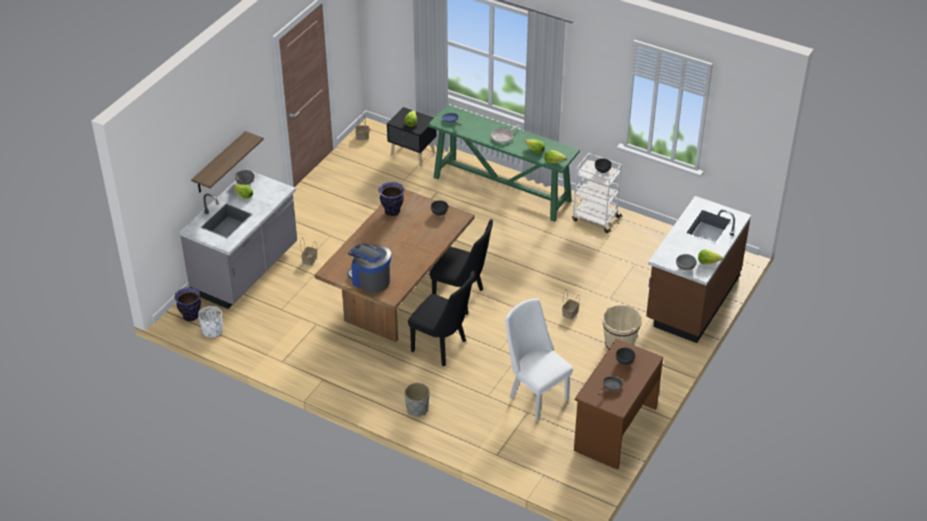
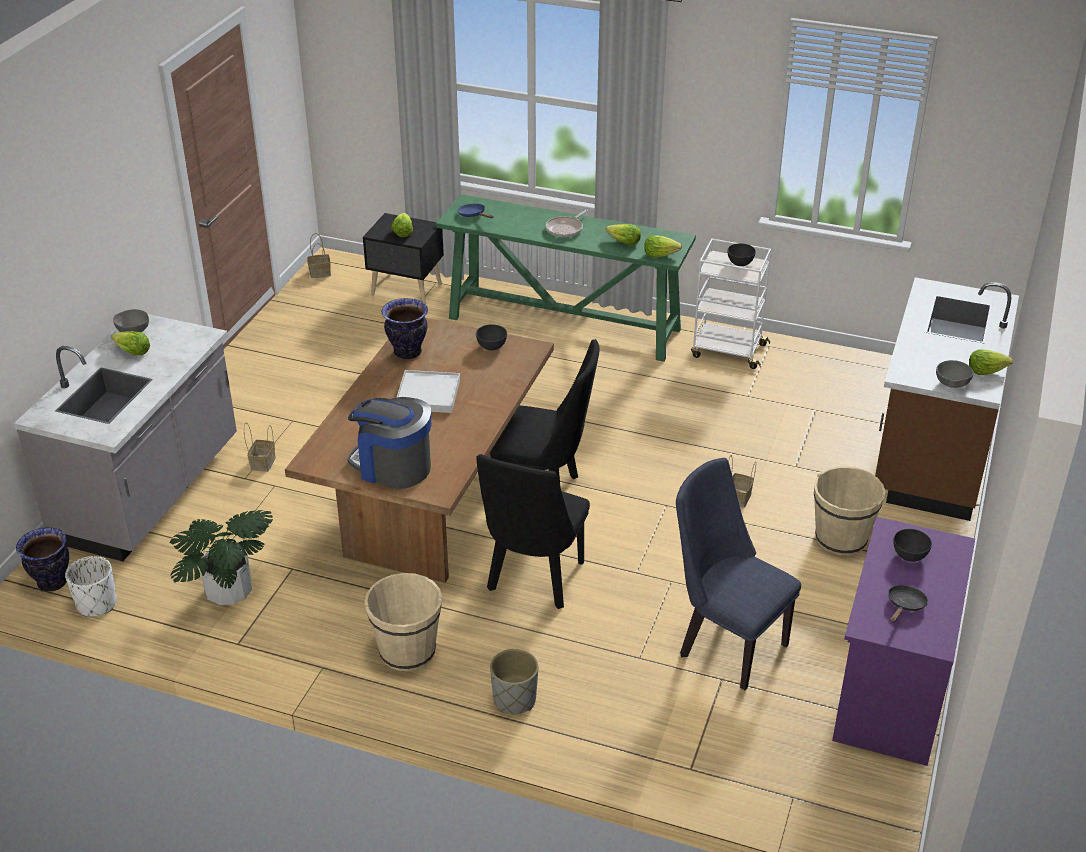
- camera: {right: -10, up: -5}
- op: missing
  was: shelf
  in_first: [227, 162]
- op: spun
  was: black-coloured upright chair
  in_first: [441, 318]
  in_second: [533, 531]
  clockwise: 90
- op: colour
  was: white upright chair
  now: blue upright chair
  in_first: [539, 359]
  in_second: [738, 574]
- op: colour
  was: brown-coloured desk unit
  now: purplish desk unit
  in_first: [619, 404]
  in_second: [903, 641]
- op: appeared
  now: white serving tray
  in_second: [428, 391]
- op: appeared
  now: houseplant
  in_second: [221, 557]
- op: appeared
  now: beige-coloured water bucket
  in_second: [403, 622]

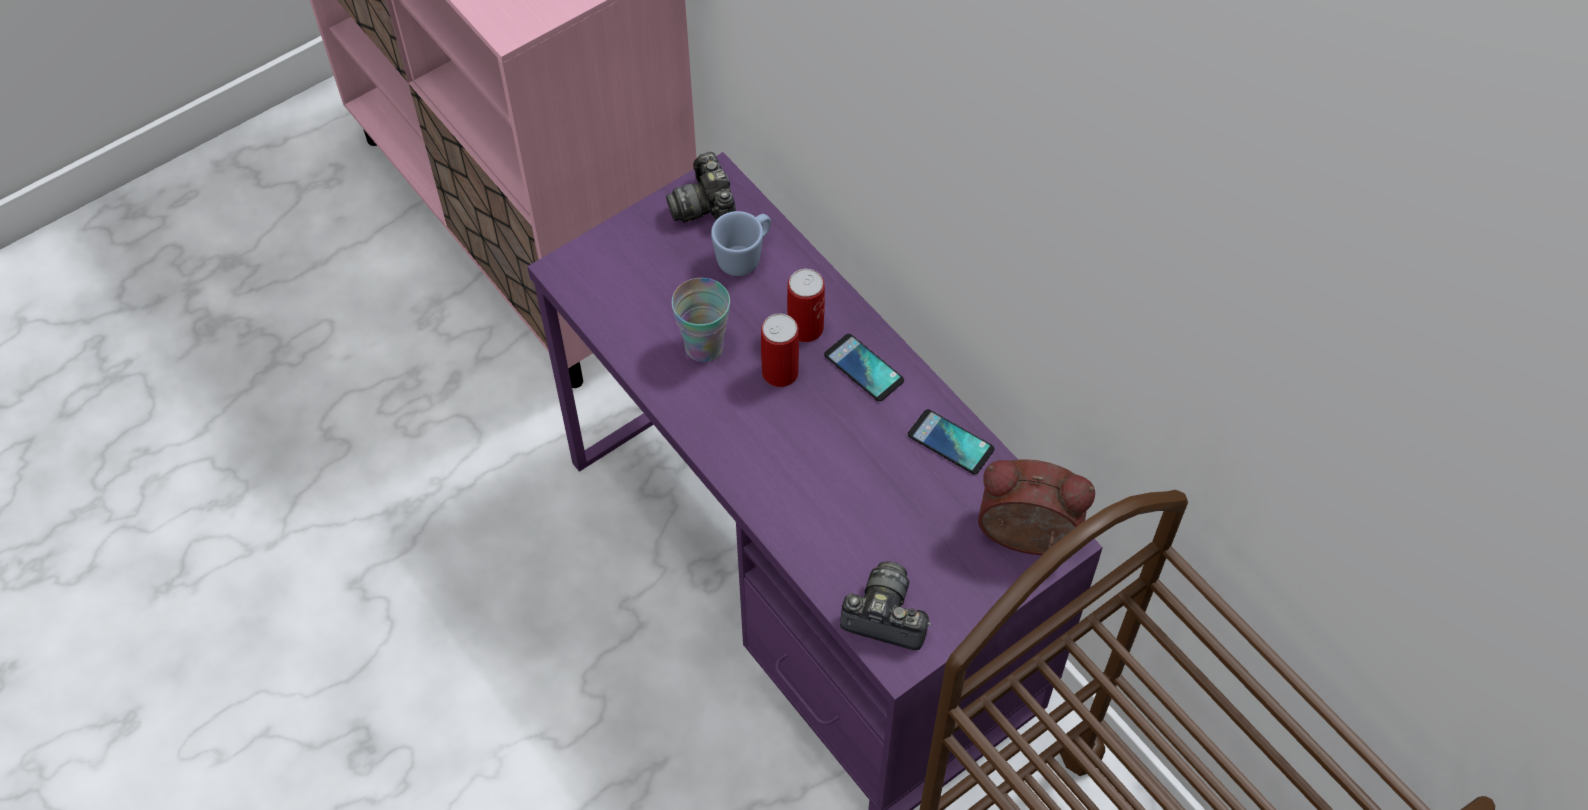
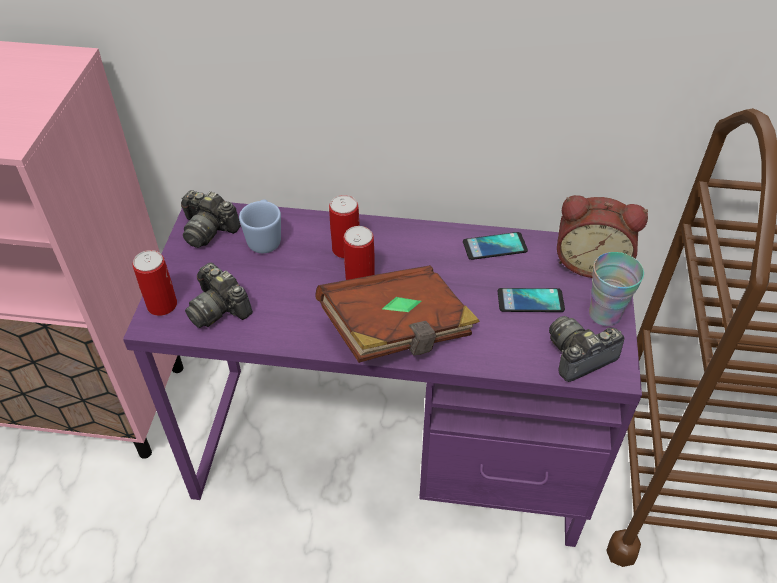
- camera: {right: -45, up: -10}
- op: relocated
  was: drinking cup
  in_first: [701, 320]
  in_second: [616, 289]
- op: relocated
  was: phone
  in_first: [864, 367]
  in_second: [531, 300]
- op: spun
  was: bedside clock
  in_first: [1036, 507]
  in_second: [602, 236]
  clockwise: -135
- op: appeared
  now: can
  in_second: [155, 283]
- op: appeared
  now: still camera
  in_second: [219, 295]
- op: appeared
  now: brown-coloured bound book
  in_second: [397, 314]

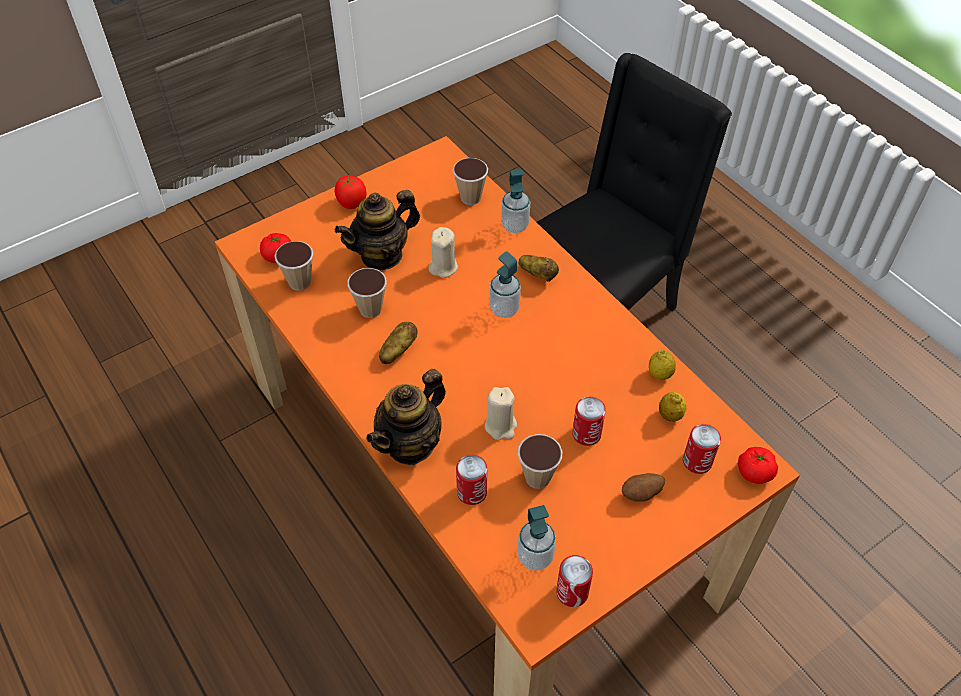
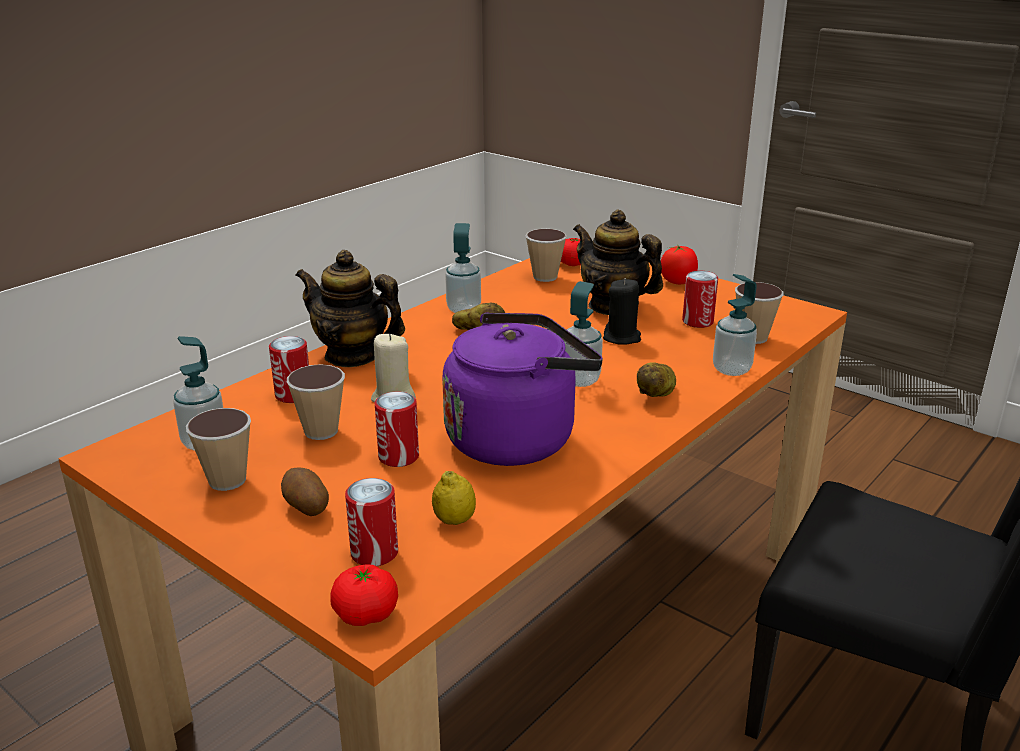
- camera: {right: 75, up: -25}
- op: colour
  was: beige-coloured wax light
  now: black-coloured wax light
  in_first: [443, 252]
  in_second: [622, 311]
- op: relocated
  was: drinking cup
  in_first: [366, 293]
  in_second: [218, 449]
- op: missing
  was: lemon
  in_first: [662, 364]
- op: relocated
  was: can
  in_first: [574, 581]
  in_second: [700, 299]
- op: appeared
  now: liquid soap bottle
  in_second: [463, 268]
- op: appeared
  now: purplish kettle
  in_second: [522, 389]

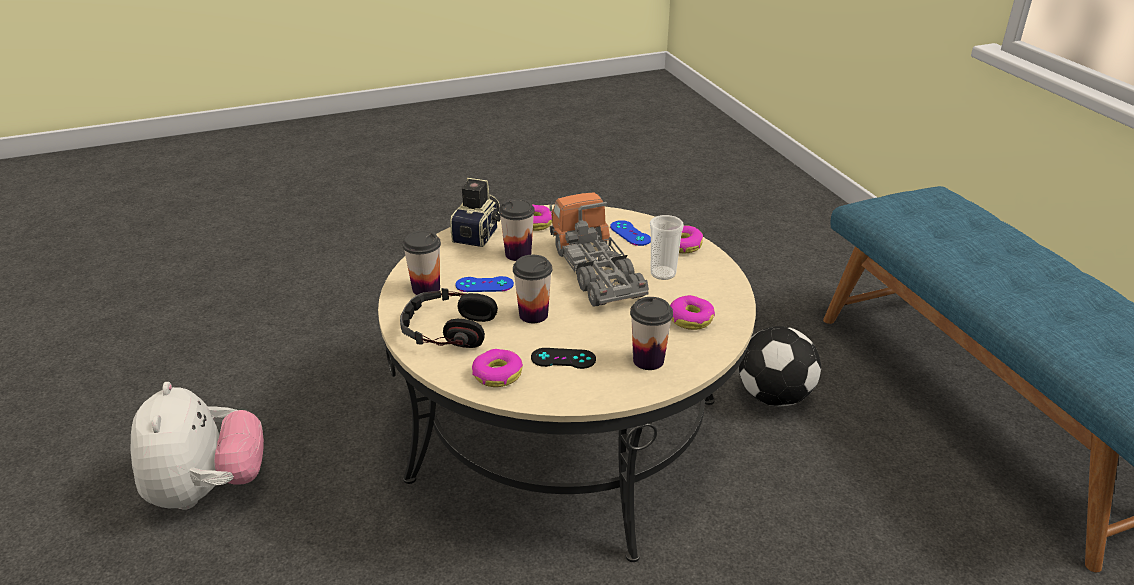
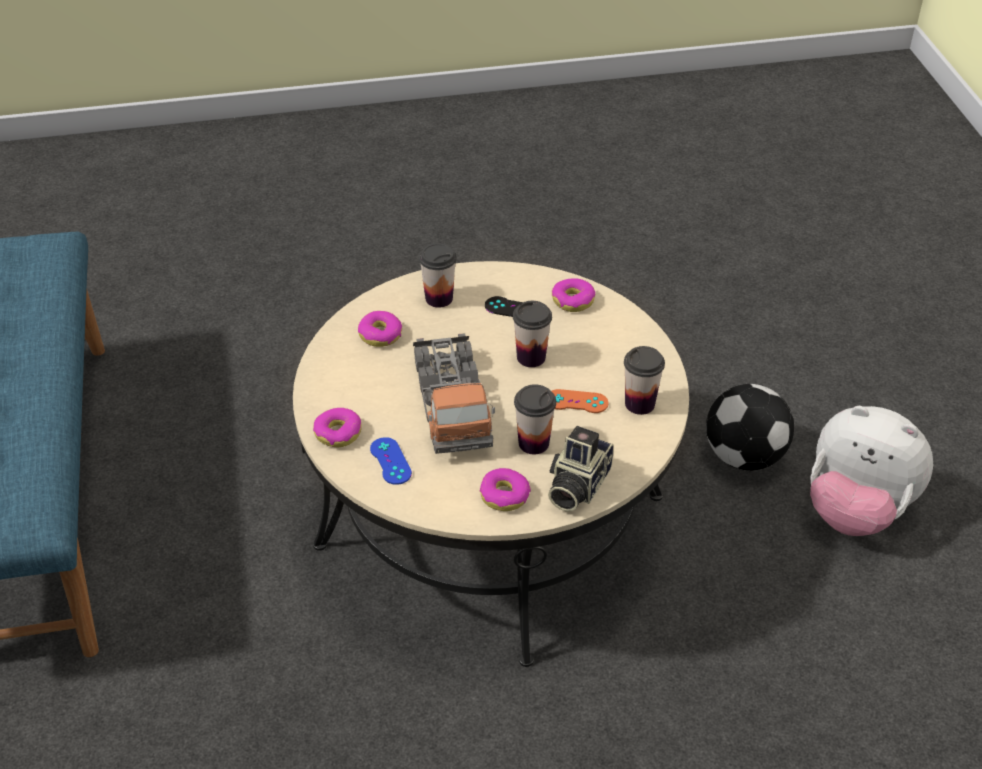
- camera: {right: -170, up: 10}
- op: missing
  was: drinking cup
  in_first: [667, 247]
- op: colour
  was: blue joypad
  now: orangey joypad
  in_first: [484, 284]
  in_second: [580, 401]
- op: missing
  was: pair of headphones
  in_first: [449, 318]
- op: relocated
  was: ball for football
  in_first: [780, 366]
  in_second: [750, 427]
- op: spun
  was: soft toy
  in_first: [197, 446]
  in_second: [871, 471]
  clockwise: -60

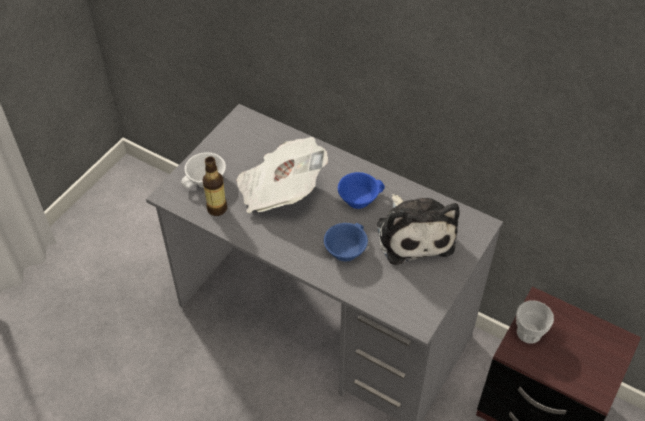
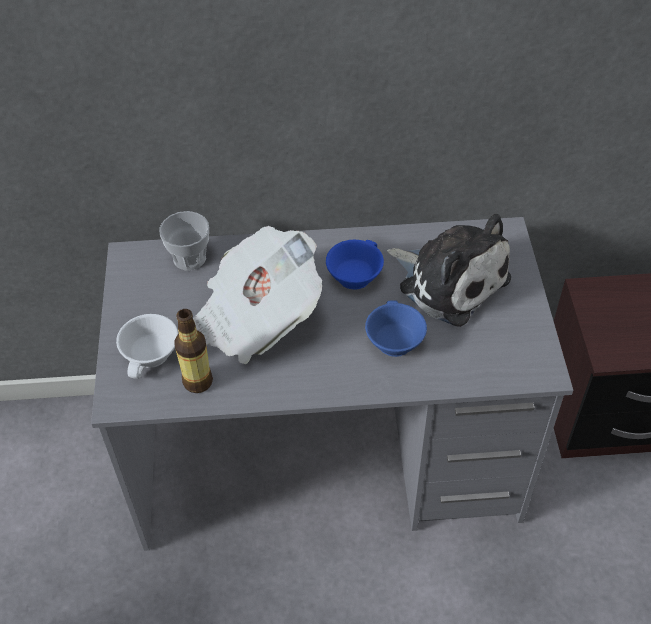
- camera: {right: -35, up: 0}
- op: relocated
  was: drinking cup
  in_first: [535, 322]
  in_second: [184, 241]

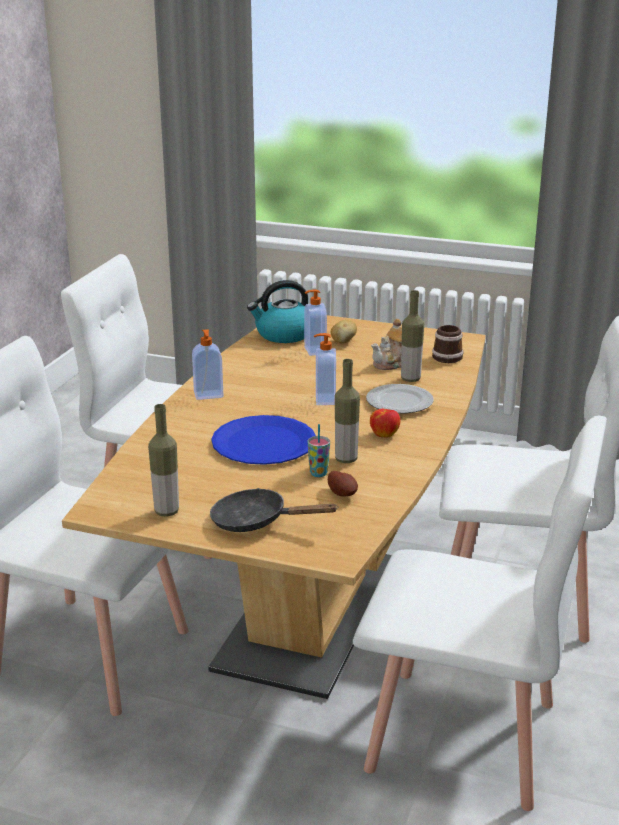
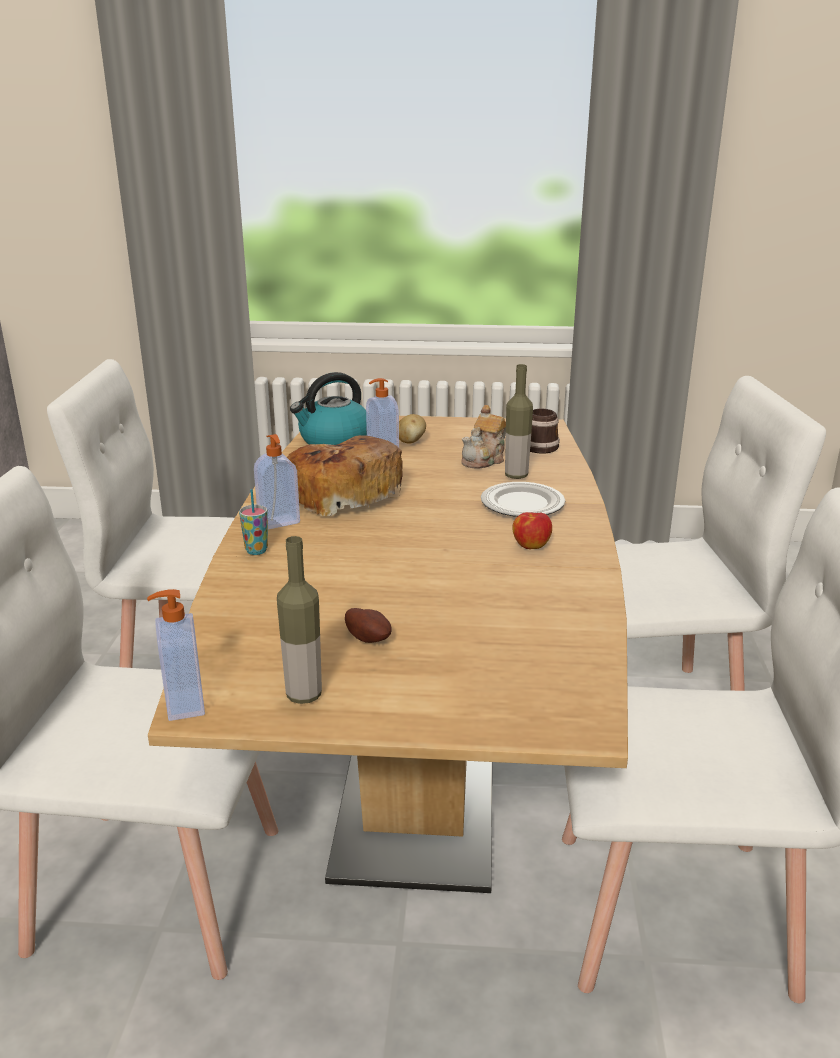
- camera: {right: -15, up: 0}
- op: relocated
  was: liquid soap bottle
  in_first: [325, 369]
  in_second: [176, 655]
- op: missing
  was: bottle
  in_first: [347, 411]
- op: missing
  was: blue flat dish
  in_first: [263, 440]
- op: relocated
  was: drinking cup
  in_first: [319, 450]
  in_second: [253, 522]
- op: relocated
  was: potato
  in_first: [343, 484]
  in_second: [368, 625]
- op: missing
  was: black-coloured skillet
  in_first: [274, 510]
- op: appeared
  now: baked bread
  in_second: [344, 475]

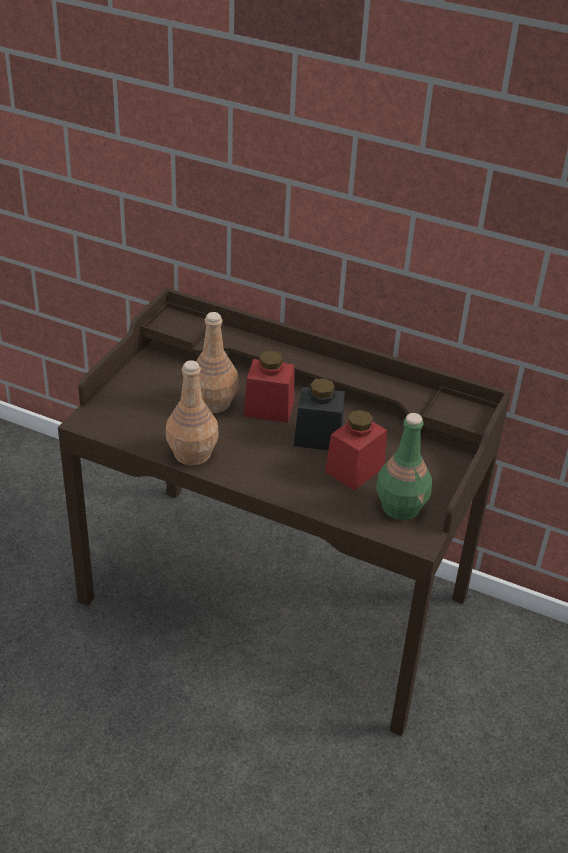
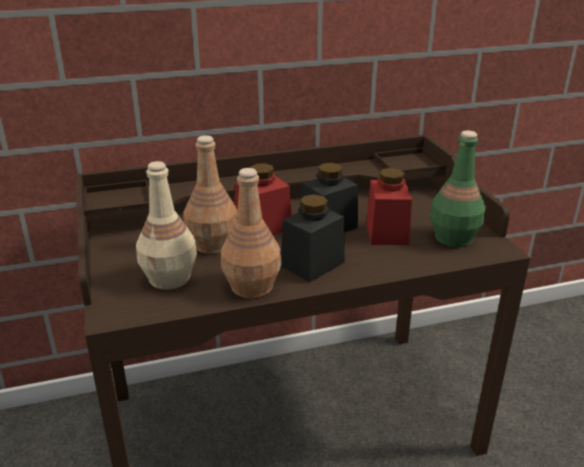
- camera: {right: -40, up: -10}
- op: appeared
  now: beige-coloured bottle
  in_second: [166, 225]
- op: appeared
  now: black-coloured preserve jar
  in_second: [313, 238]

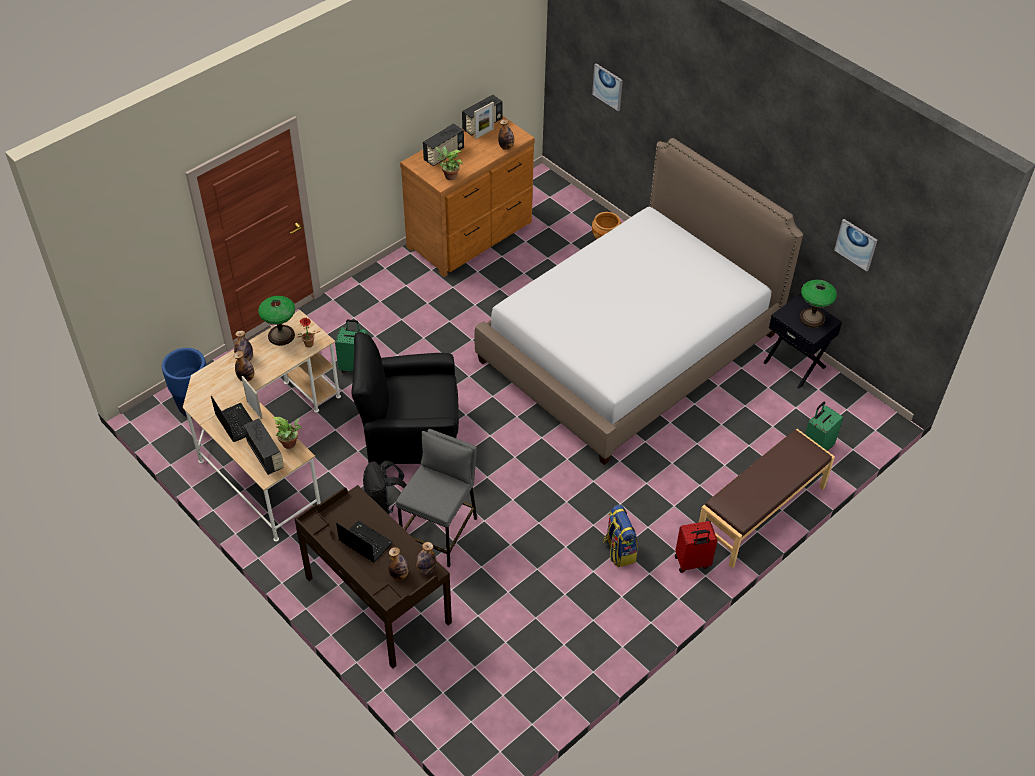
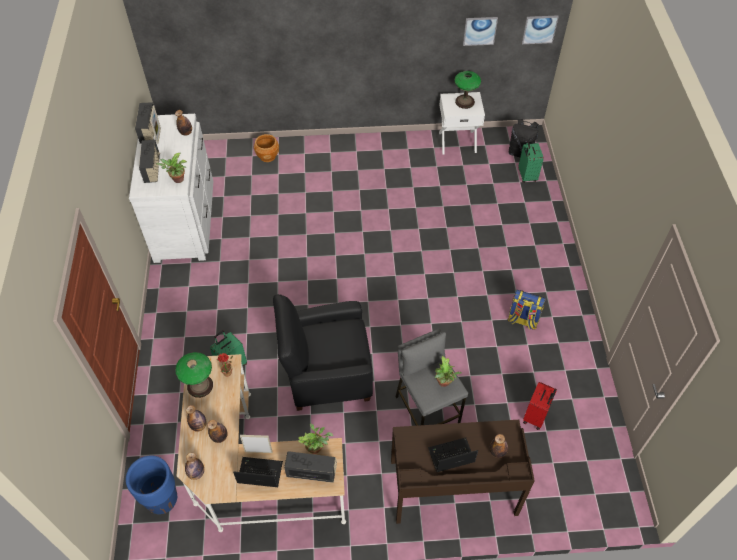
- camera: {right: -50, up: 5}
- op: relocated
  was: picture
  in_first: [607, 87]
  in_second: [540, 29]
- op: colour
  was: brown-coloured drawer chest
  now: white drawer chest
  in_first: [467, 196]
  in_second: [171, 188]
- op: missing
  was: bedroom bed
  in_first: [638, 301]
- op: colour
  was: black-coloured nightstand
  now: white nightstand
  in_first: [803, 341]
  in_second: [462, 123]
- op: spun
  was: black-coloured lounge chair
  in_first: [405, 398]
  in_second: [323, 352]
  clockwise: 45
- op: missing
  was: brown-coloured indoor bench
  in_first: [767, 498]
- op: relocated
  was: black-coloured knapsack
  in_first: [385, 487]
  in_second: [523, 138]
- op: relocated
  was: red-coloured suitcase
  in_first: [696, 547]
  in_second: [540, 406]
- op: relocated
  was: bottle
  in_first: [426, 558]
  in_second: [194, 466]
- op: appeared
  now: houseplant
  in_second: [448, 371]

